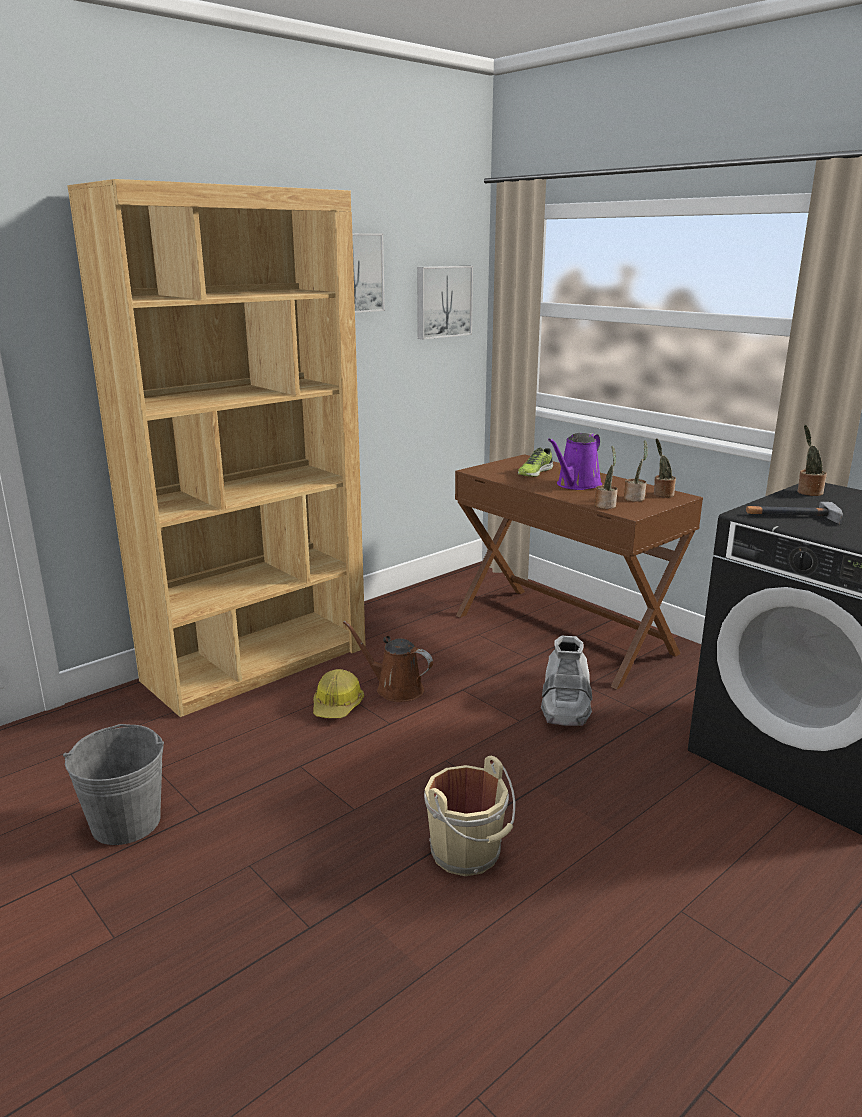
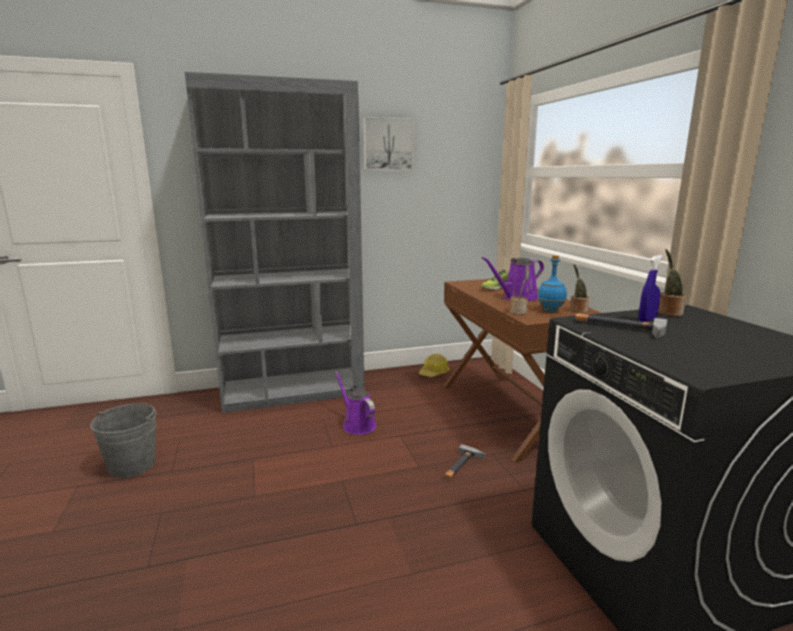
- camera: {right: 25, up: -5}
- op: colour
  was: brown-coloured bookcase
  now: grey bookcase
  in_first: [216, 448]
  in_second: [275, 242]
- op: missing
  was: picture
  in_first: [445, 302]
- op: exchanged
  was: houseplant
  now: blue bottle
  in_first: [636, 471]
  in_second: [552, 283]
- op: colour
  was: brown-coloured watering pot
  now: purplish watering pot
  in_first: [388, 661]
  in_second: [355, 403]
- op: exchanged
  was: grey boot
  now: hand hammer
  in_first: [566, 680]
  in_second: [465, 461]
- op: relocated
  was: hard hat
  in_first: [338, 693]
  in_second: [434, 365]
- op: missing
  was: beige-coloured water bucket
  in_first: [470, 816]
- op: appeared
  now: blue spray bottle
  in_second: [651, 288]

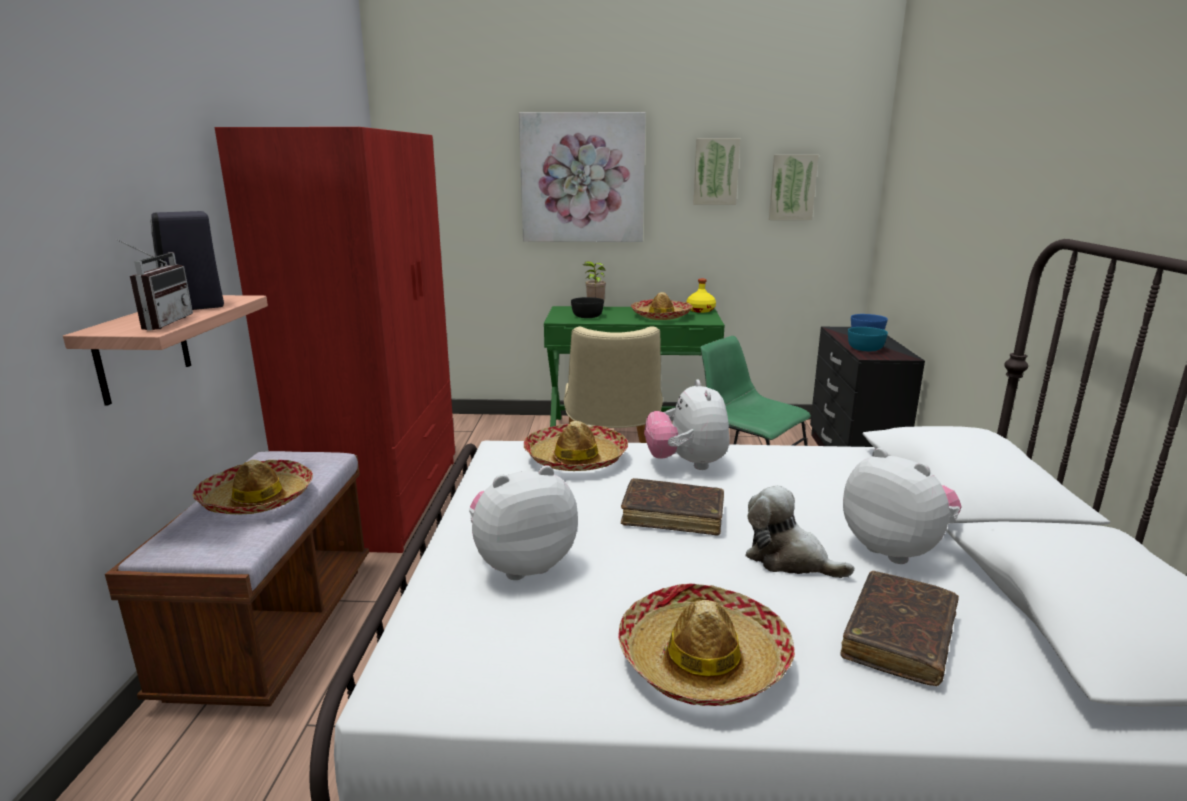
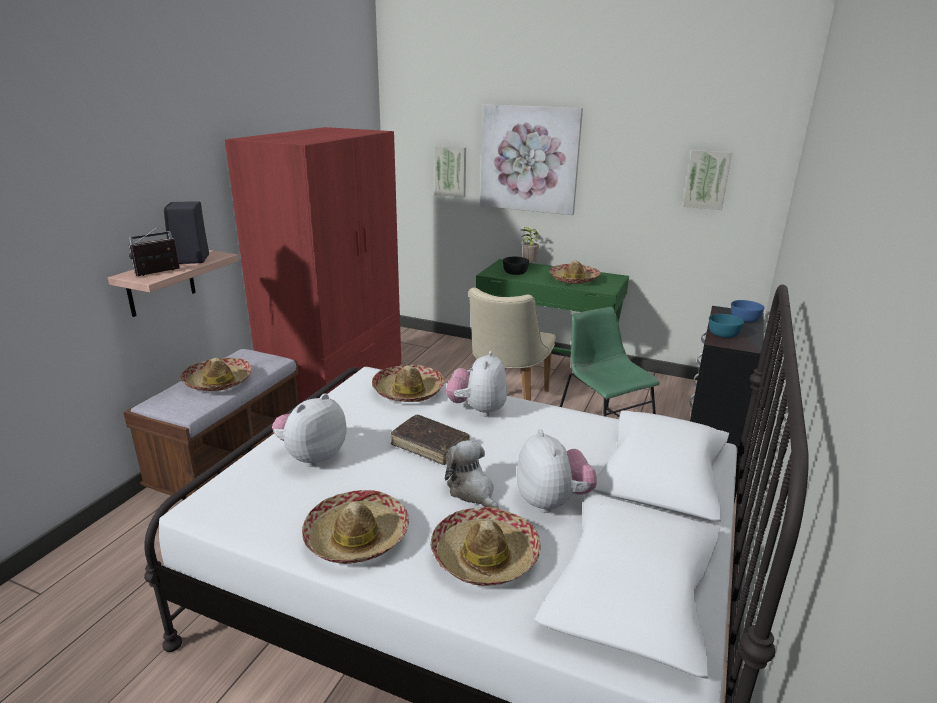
- camera: {right: 20, up: 5}
- op: relocated
  was: picture
  in_first: [716, 172]
  in_second: [450, 172]
- op: spun
  was: radio set
  in_first: [154, 284]
  in_second: [154, 251]
  clockwise: -150
- op: missing
  was: yellow bottle
  in_first: [701, 296]
- op: spun
  was: soft toy
  in_first: [523, 522]
  in_second: [309, 430]
  clockwise: -45
- op: exchanged
  was: brown-coloured bound book
  now: wearable hat
  in_first: [900, 628]
  in_second: [485, 546]

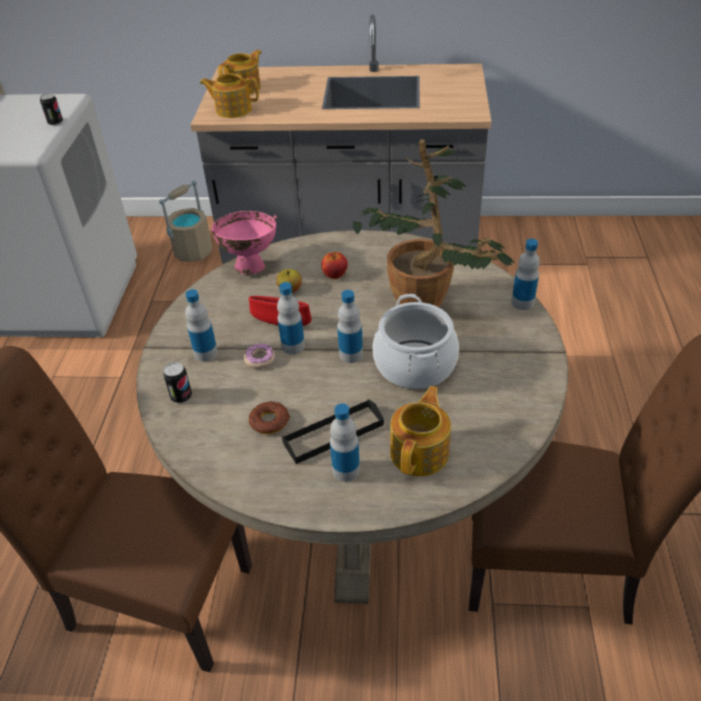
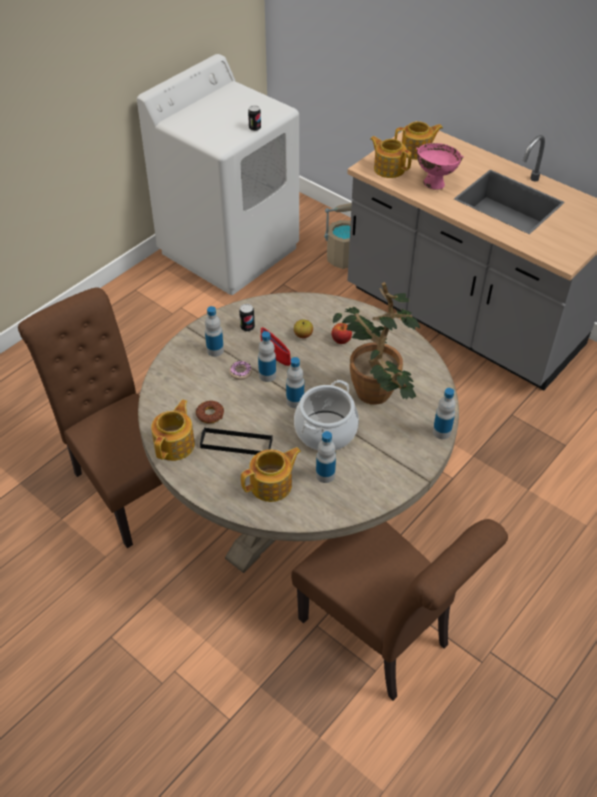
- camera: {right: 35, up: 5}
- op: relocated
  was: pink-coloured serving bowl
  in_first: [244, 243]
  in_second: [440, 166]
- op: relocated
  was: can
  in_first: [177, 382]
  in_second: [247, 318]
- op: relocated
  was: bottle
  in_first: [345, 442]
  in_second: [326, 457]
- op: appeared
  now: pot for tea
  in_second: [173, 430]

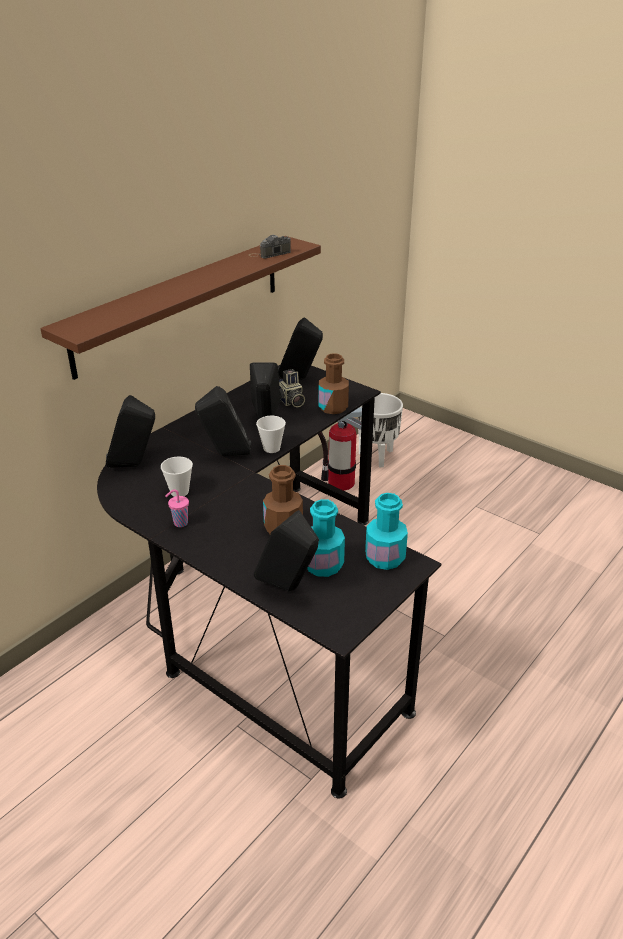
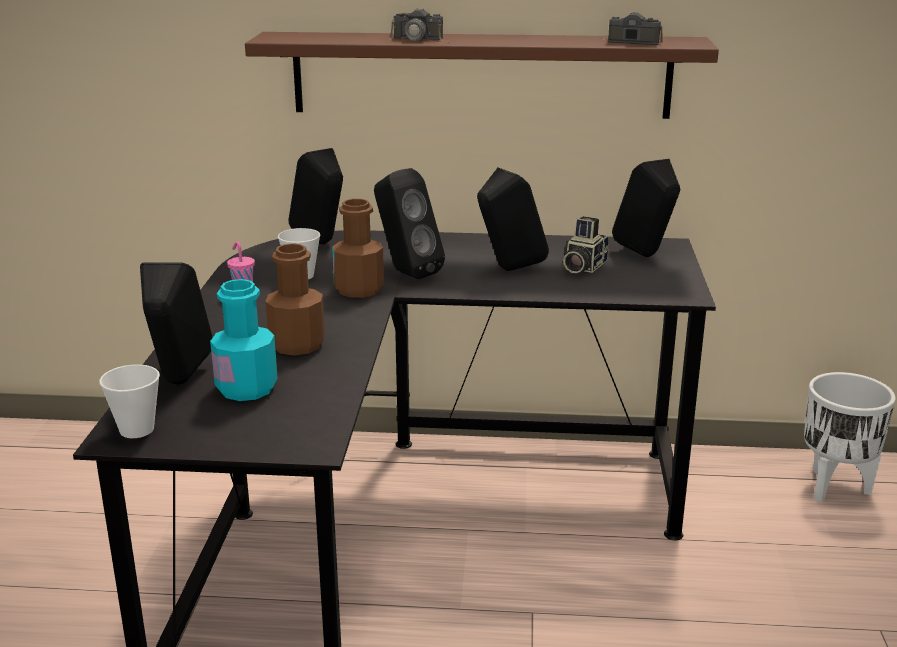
- camera: {right: 55, up: -10}
- op: relocated
  was: brown-coloured bottle
  in_first: [333, 383]
  in_second: [358, 248]
- op: missing
  was: fire-fighting cylinder
  in_first: [340, 449]
- op: relocated
  was: drinking cup
  in_first: [271, 434]
  in_second: [129, 401]
- op: missing
  was: turquoise-coloured bottle
  in_first: [386, 531]
- op: appeared
  now: still camera
  in_second: [419, 25]

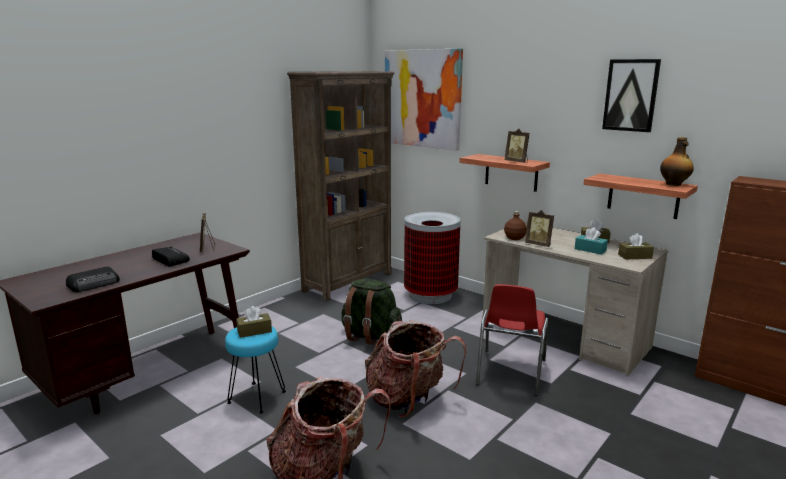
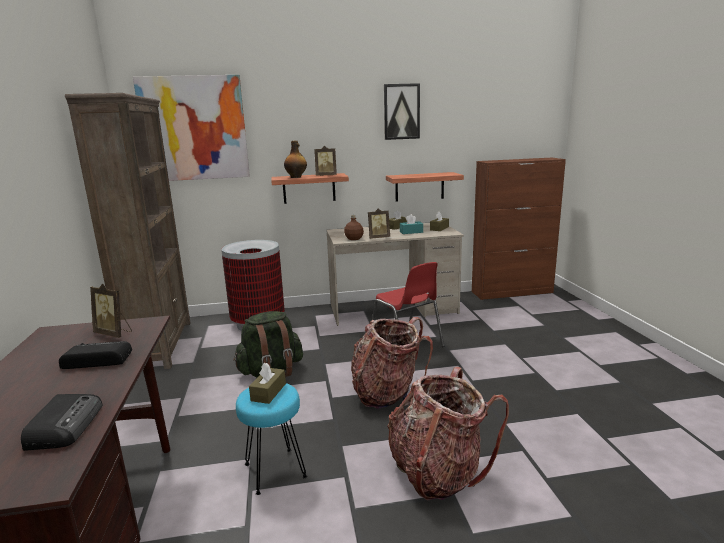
- camera: {right: -50, up: 0}
- op: relocated
  was: bottle
  in_first: [677, 161]
  in_second: [295, 159]

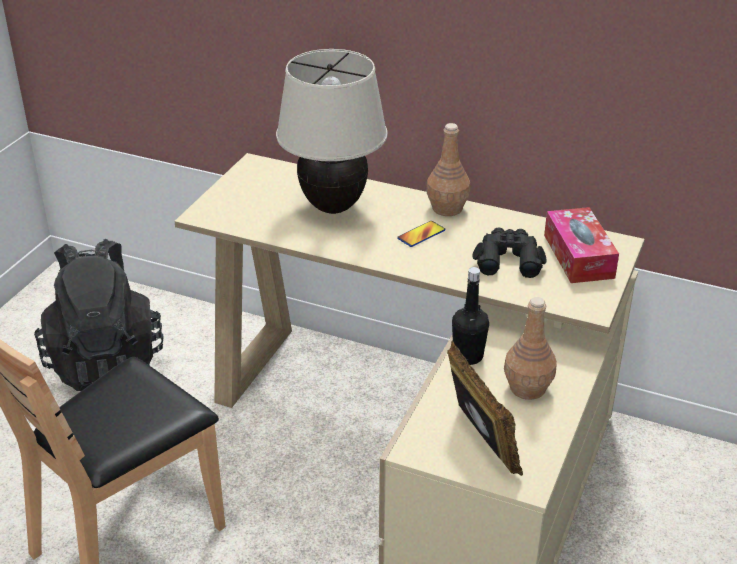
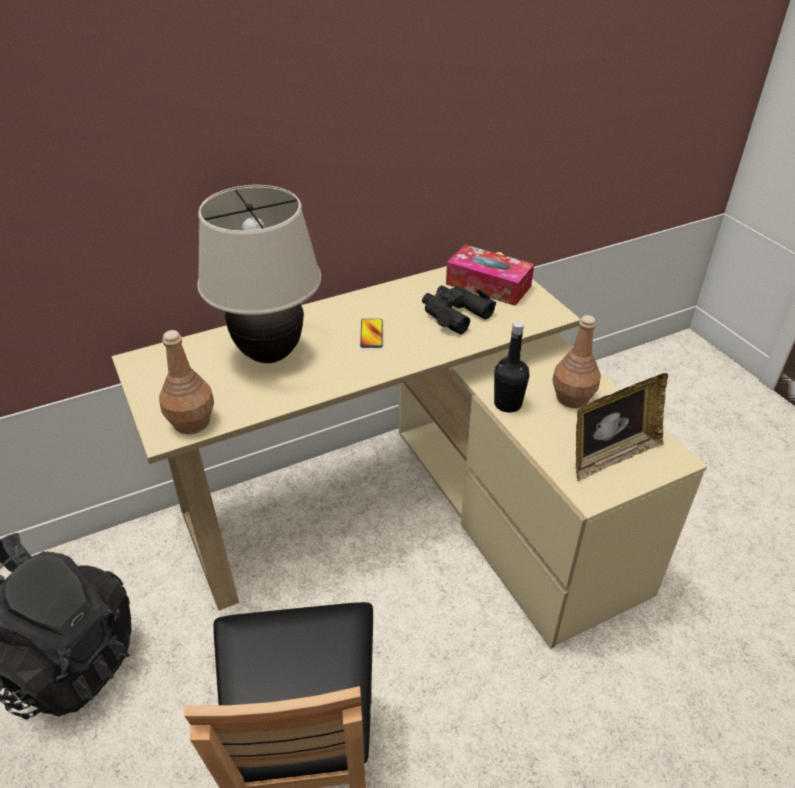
- camera: {right: -50, up: 5}
- op: relocated
  was: brown-coloured bottle
  in_first: [448, 169]
  in_second: [186, 382]
- op: spun
  was: picture frame
  in_first: [485, 408]
  in_second: [622, 427]
  clockwise: 135

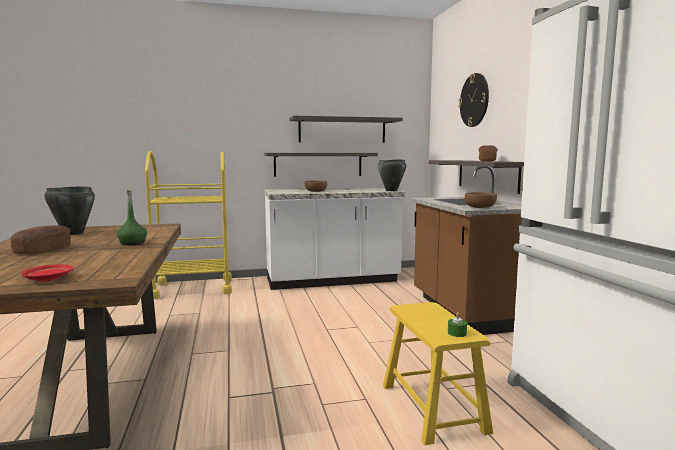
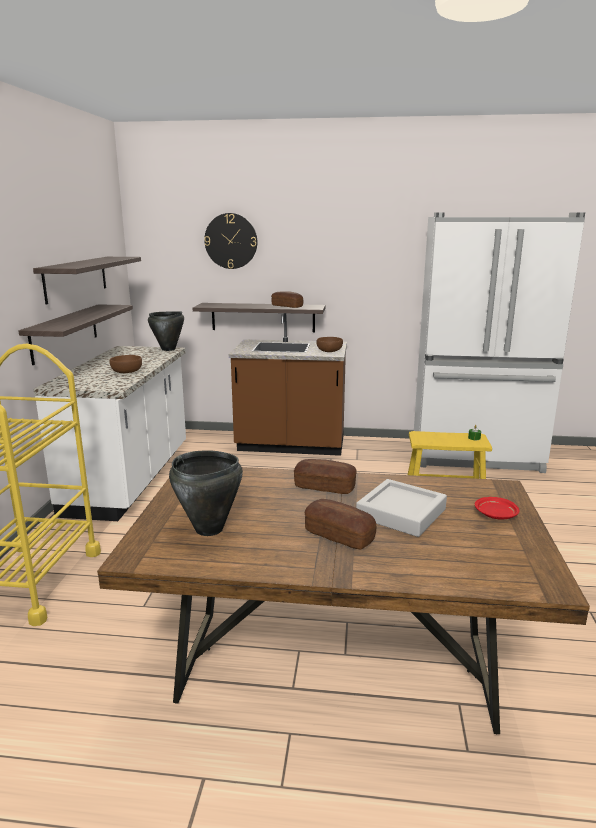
- camera: {right: -70, up: 10}
- op: exchanged
  was: green bottle
  now: baked bread
  in_first: [132, 217]
  in_second: [325, 476]
- op: appeared
  now: grey serving tray
  in_second: [401, 508]

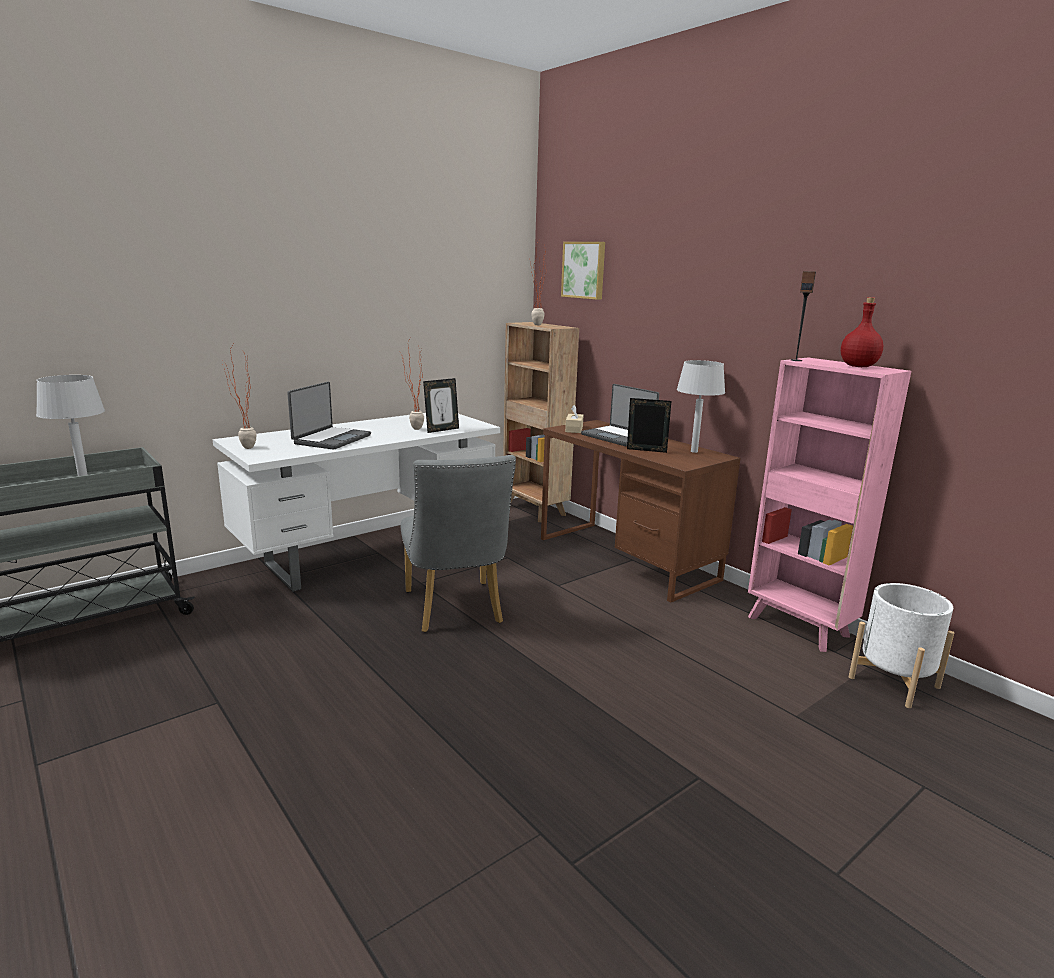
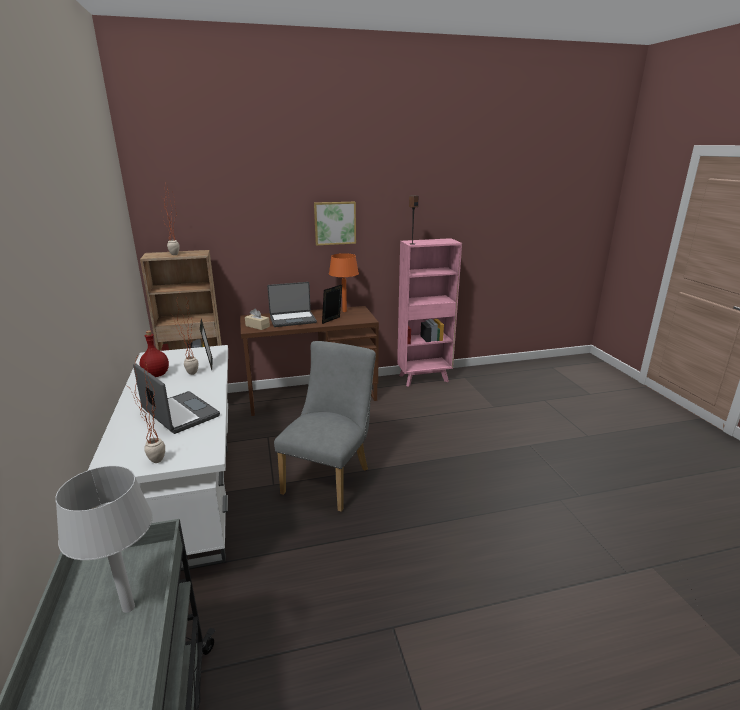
- camera: {right: -65, up: 5}
- op: relocated
  was: picture
  in_first: [583, 271]
  in_second: [335, 223]
- op: relocated
  was: red-coloured bottle
  in_first: [862, 332]
  in_second: [154, 354]
- op: colour
  was: grey table lamp
  now: orangey table lamp
  in_first: [701, 406]
  in_second: [344, 282]
- op: spun
  was: grey upright chair
  in_first: [458, 543]
  in_second: [325, 426]
  clockwise: -75
- op: missing
  was: white plant pot
  in_first: [901, 645]

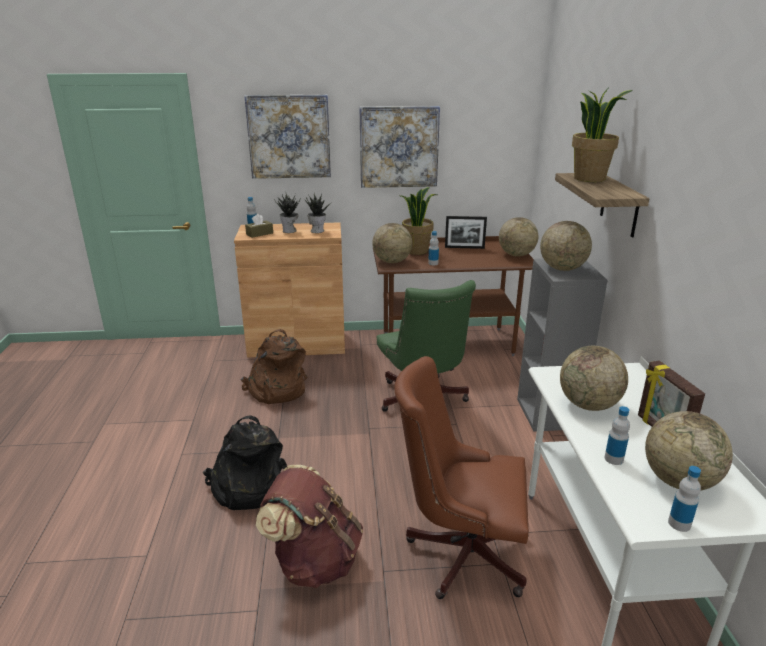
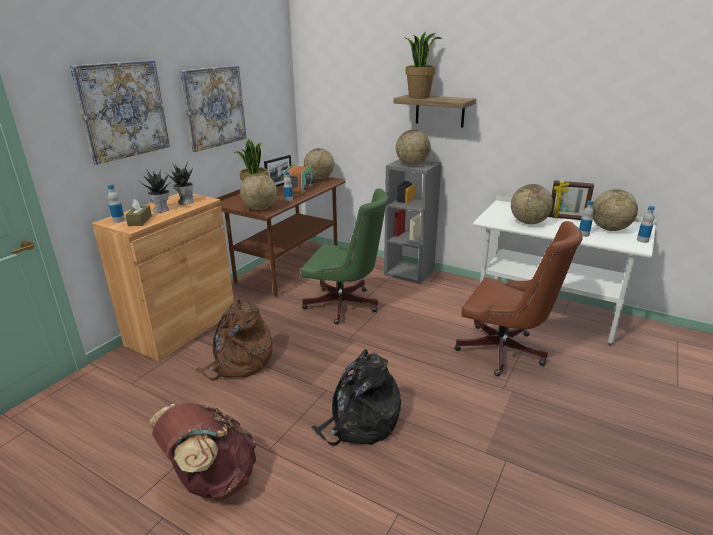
- camera: {right: -55, up: 0}
- op: spun
  was: brown-coloured office chair
  in_first: [461, 477]
  in_second: [519, 298]
  clockwise: -105
- op: relocated
  was: brown-coloured knapsack
  in_first: [309, 526]
  in_second: [203, 451]
- op: appeared
  now: radio set
  in_second: [299, 179]

